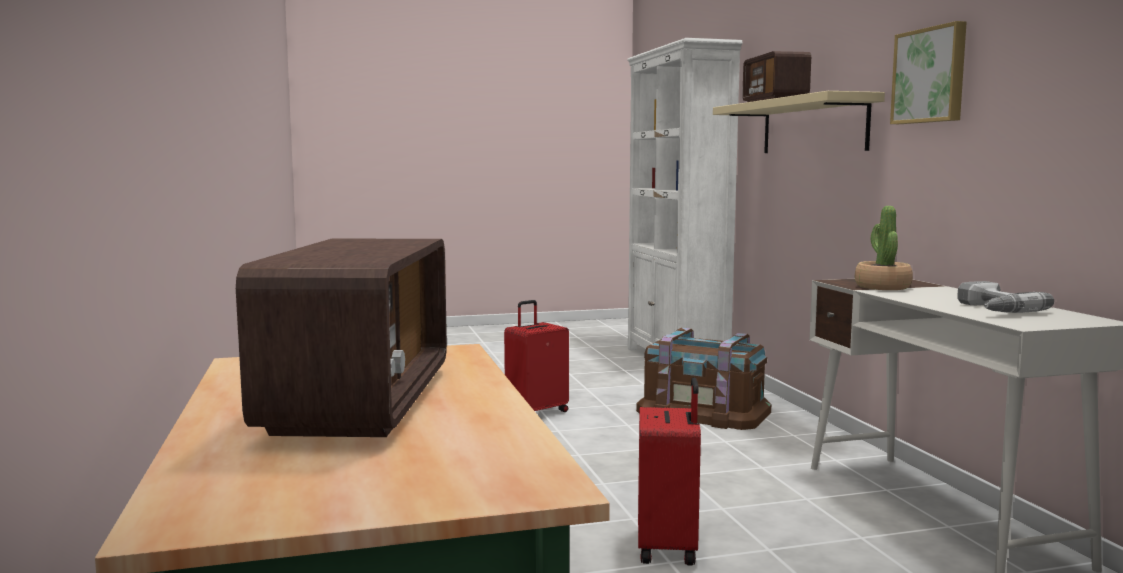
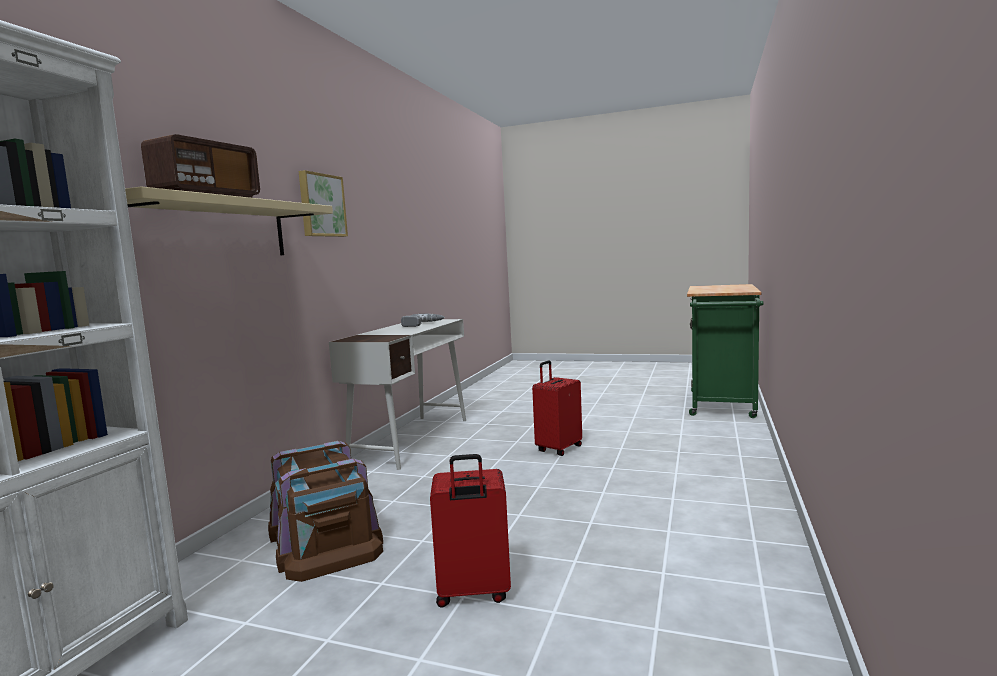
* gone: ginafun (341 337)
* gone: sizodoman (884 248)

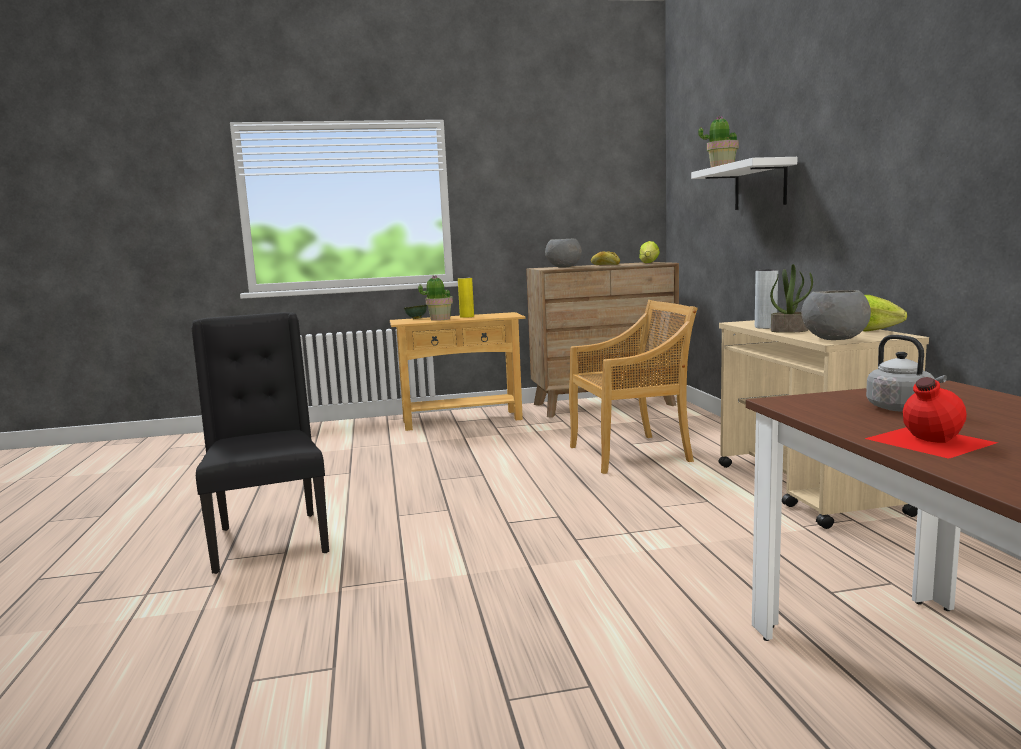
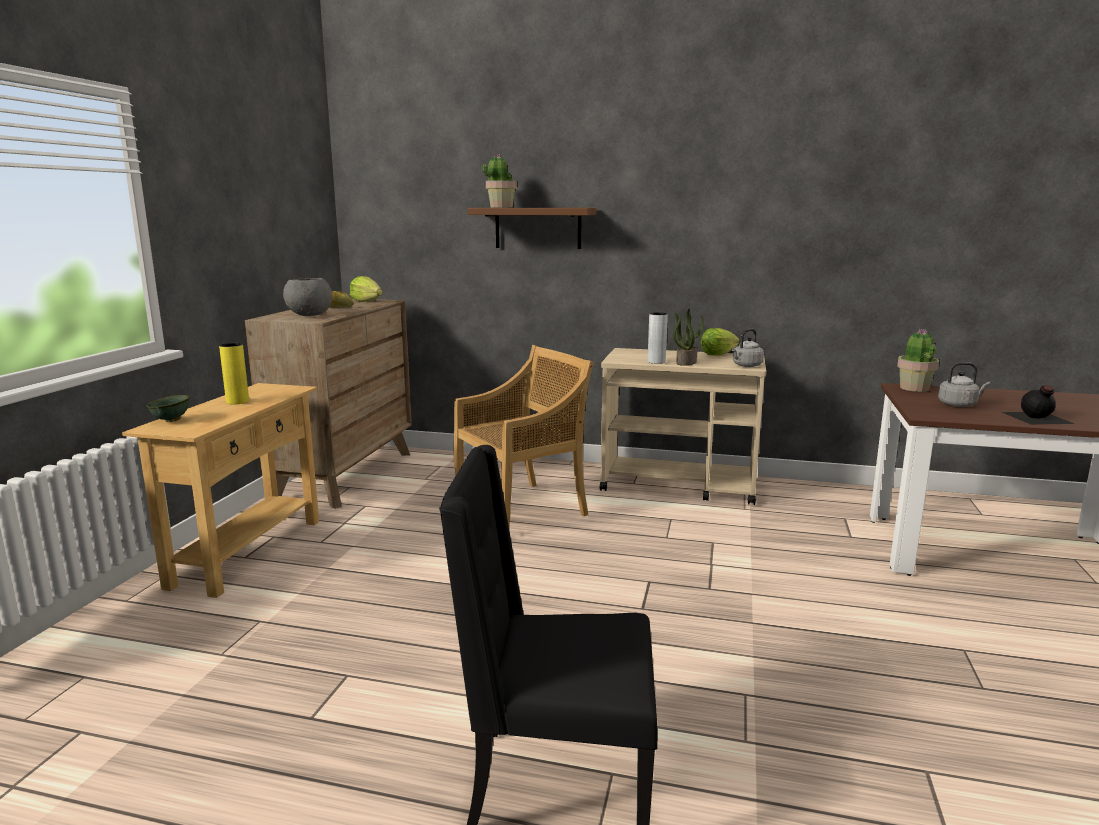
* shifted: sizodoman (435 298) to (918 360)
* swapped: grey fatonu (836 315) to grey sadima (747 348)
* repainted: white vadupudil (744 183) to brown vadupudil (531 228)
* repainted: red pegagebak (931 418) to black pegagebak (1038 405)
* rotated: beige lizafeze (633 387) = (523 435) 45 degrees clockwise

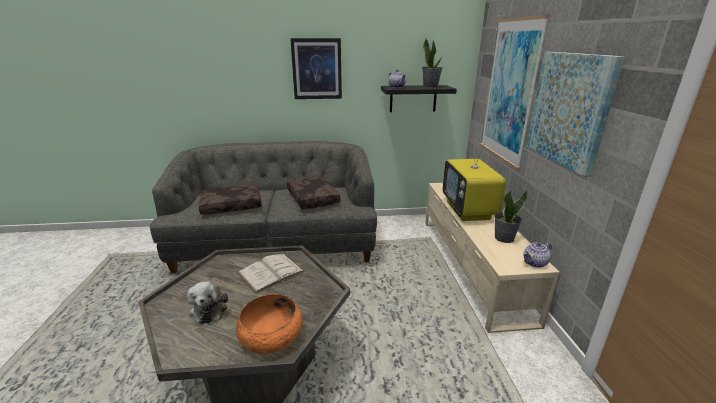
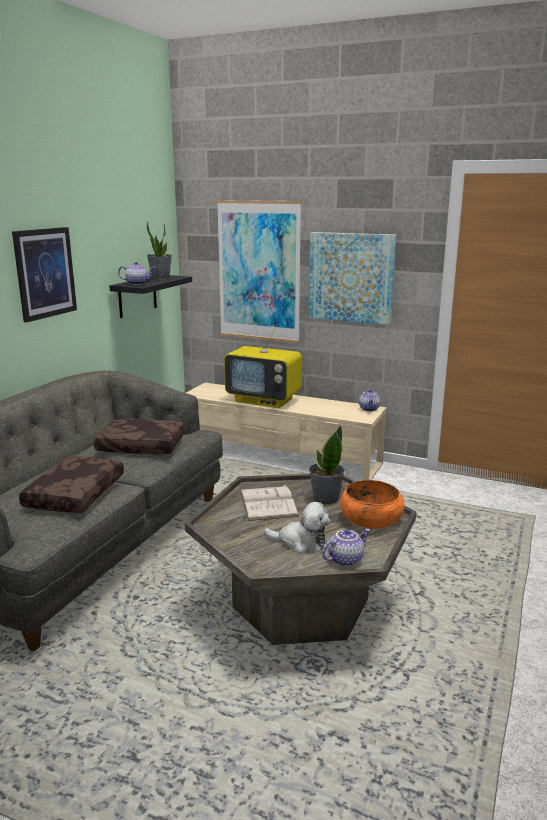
* new: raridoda (346 547)
* shifted: sizodoman (511 216) to (327 464)

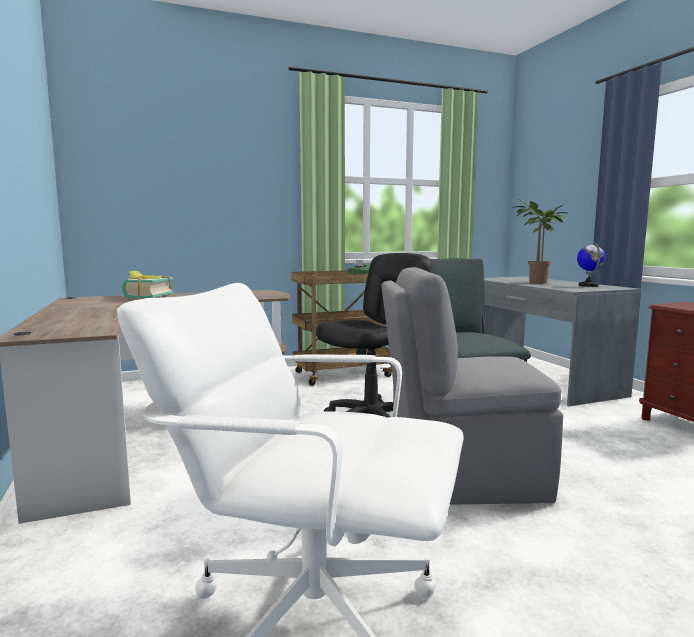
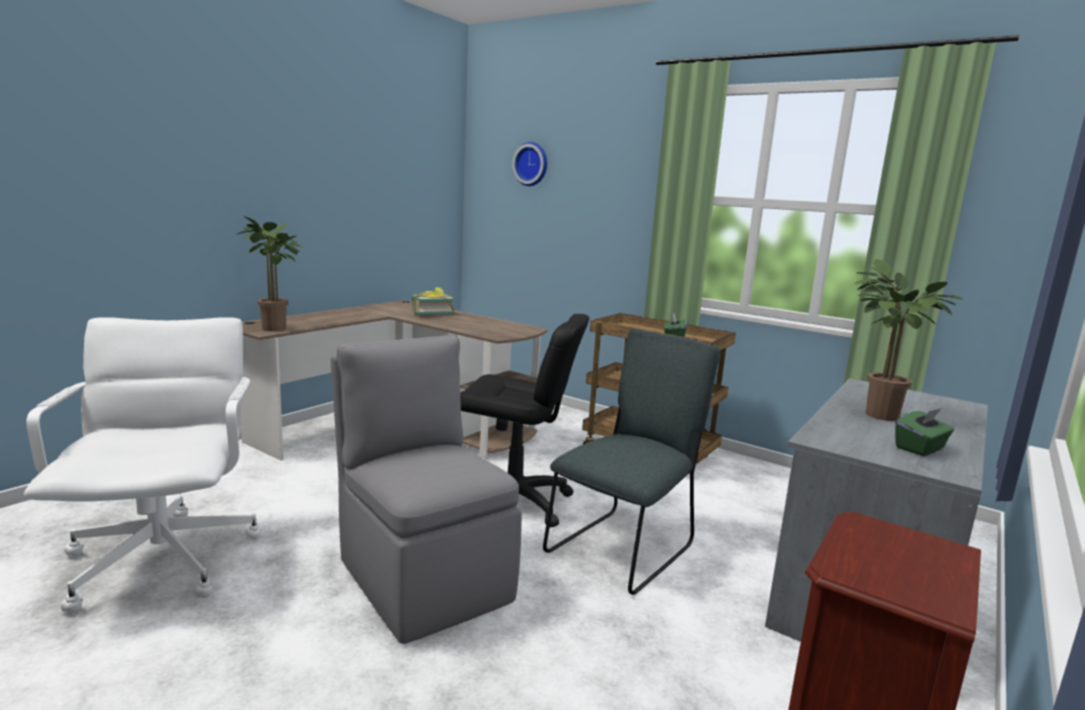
* new: sizodoman (270 273)
* new: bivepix (529 164)
* swapped: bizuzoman (591 264) to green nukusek (924 432)

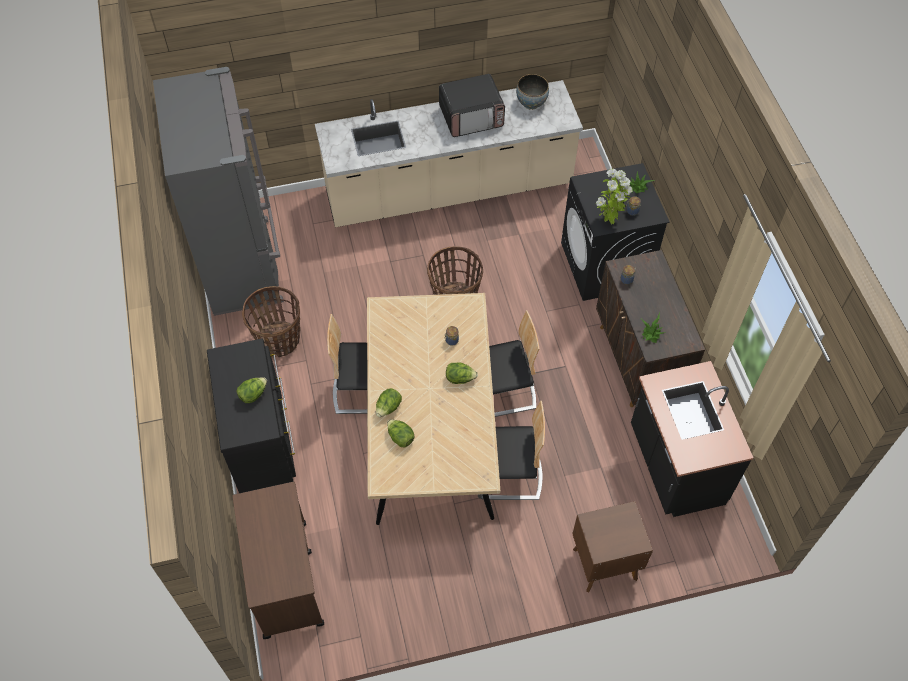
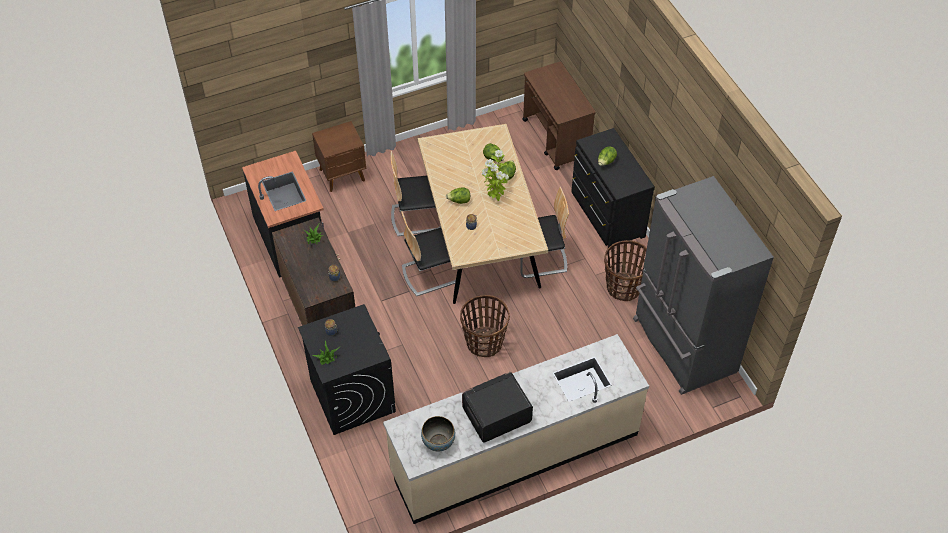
* shifted: sizodoman (614 196) to (495 175)

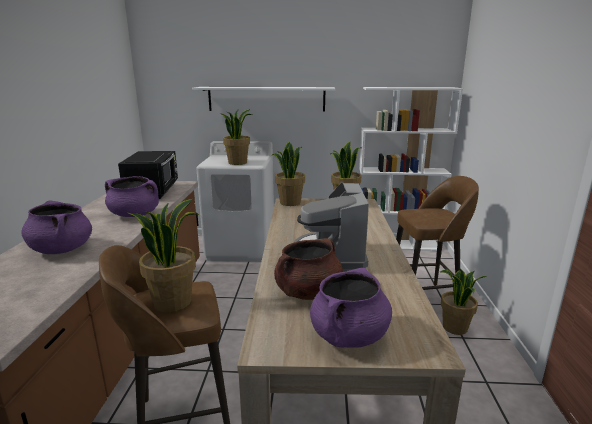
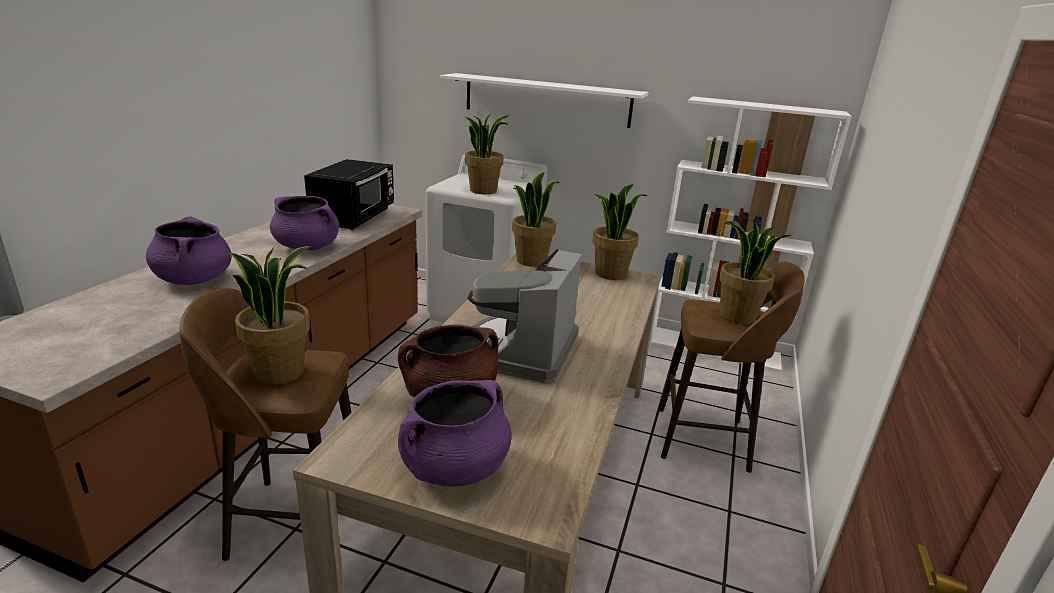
* shifted: sizodoman (463 302) to (755 271)

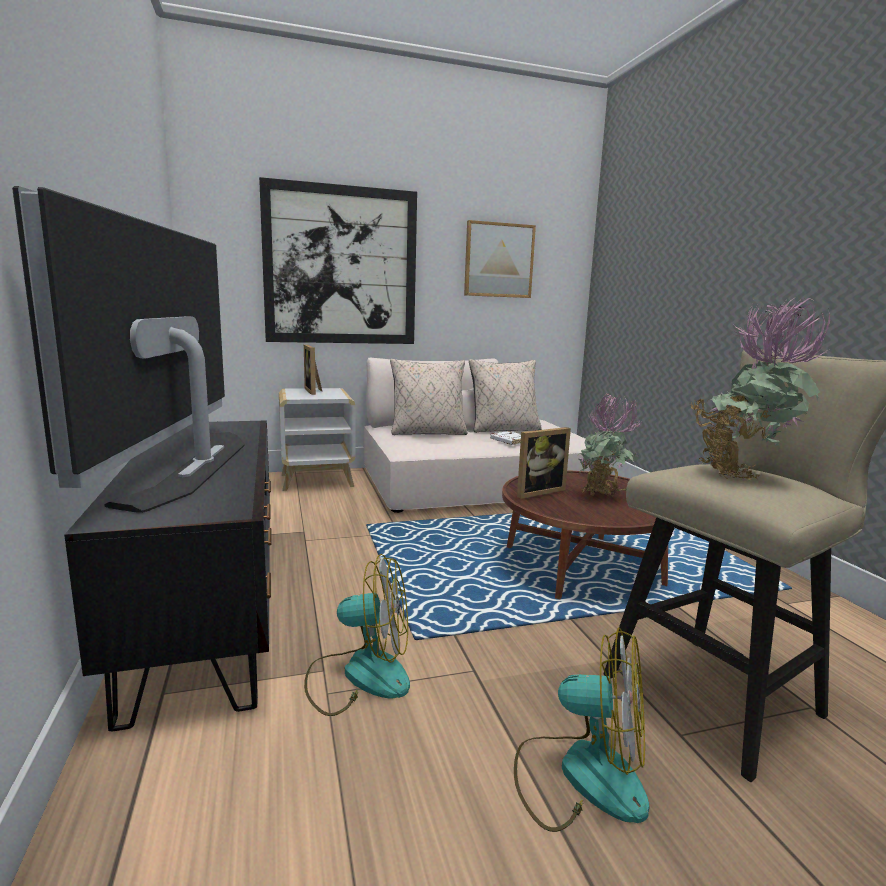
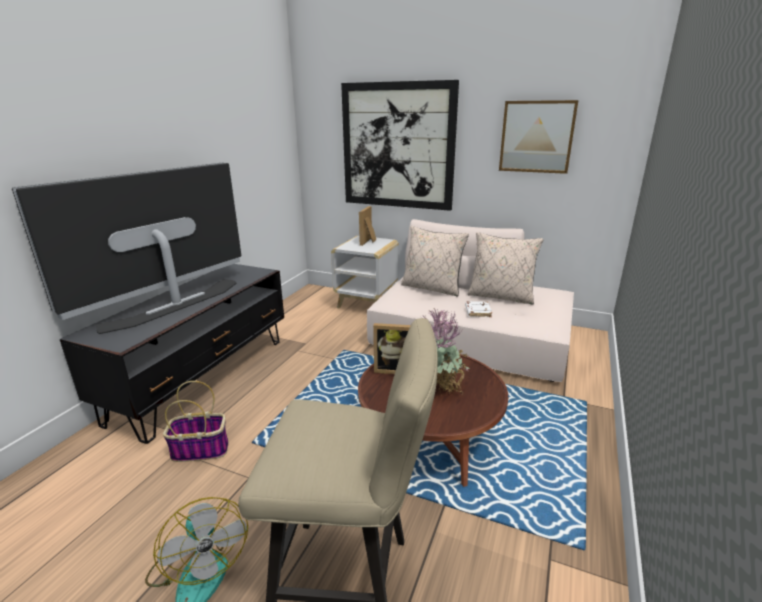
* gone: sizodoman (760 388)
* swapped: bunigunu (357 635) to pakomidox (195 421)

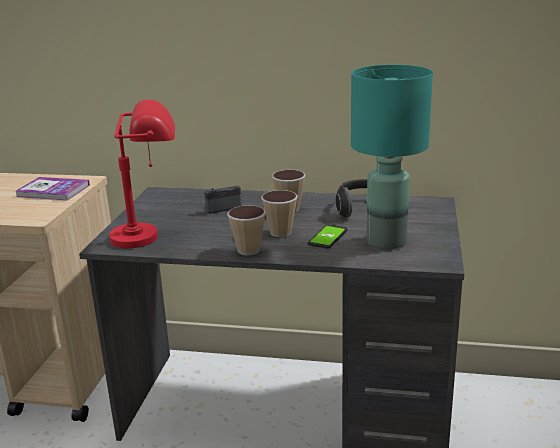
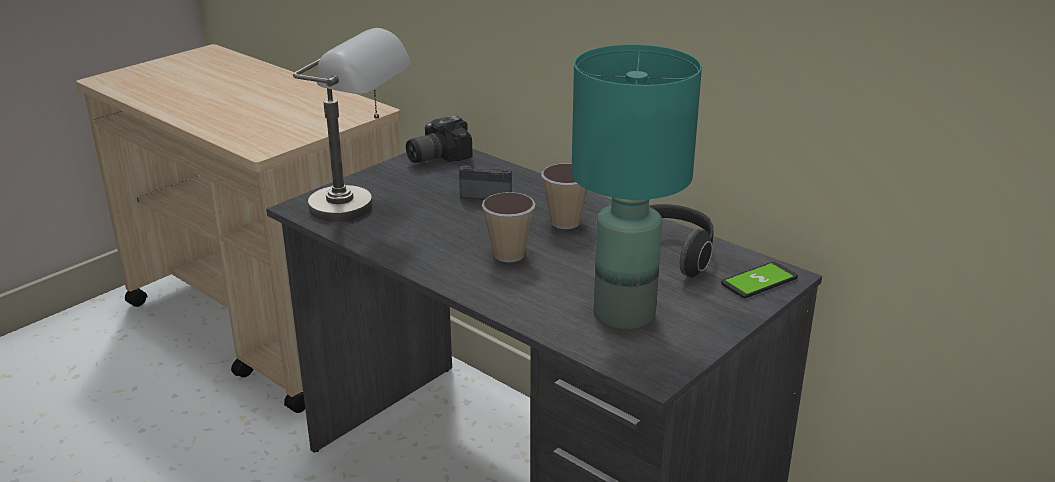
* gone: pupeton (52 189)
* gone: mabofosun (246 230)
* new: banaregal (439 139)
* shifted: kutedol (328 237) to (759 280)
* repainted: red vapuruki (142 173) to grey vapuruki (352 124)

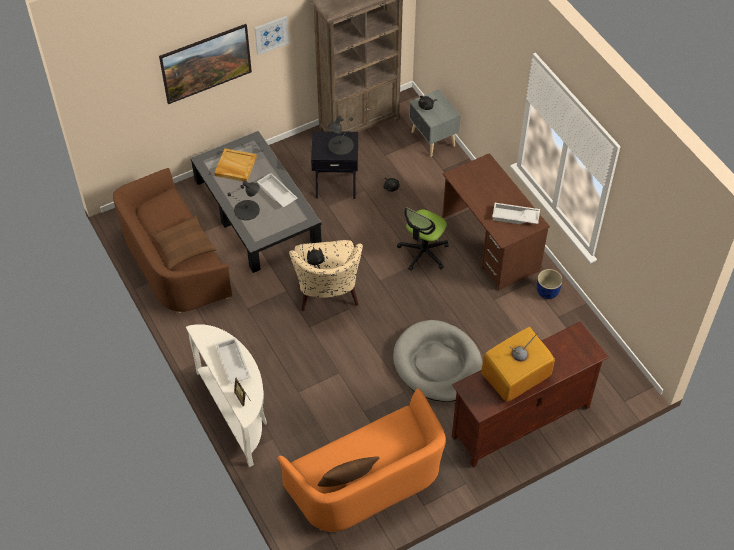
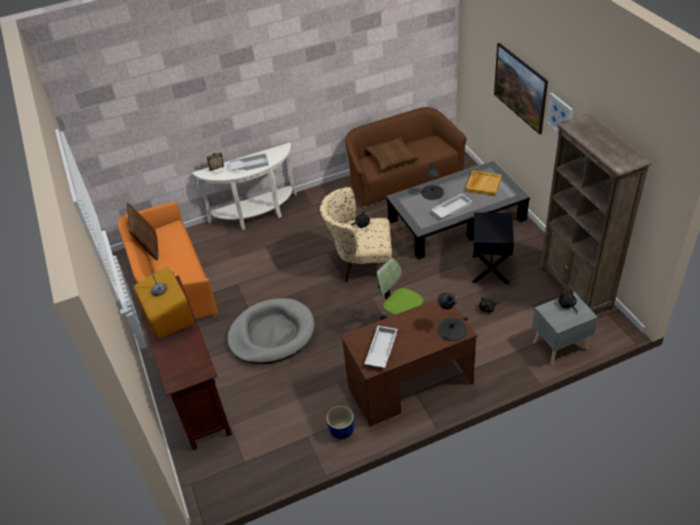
* shifted: black vapuruki (340 135) to (453 317)

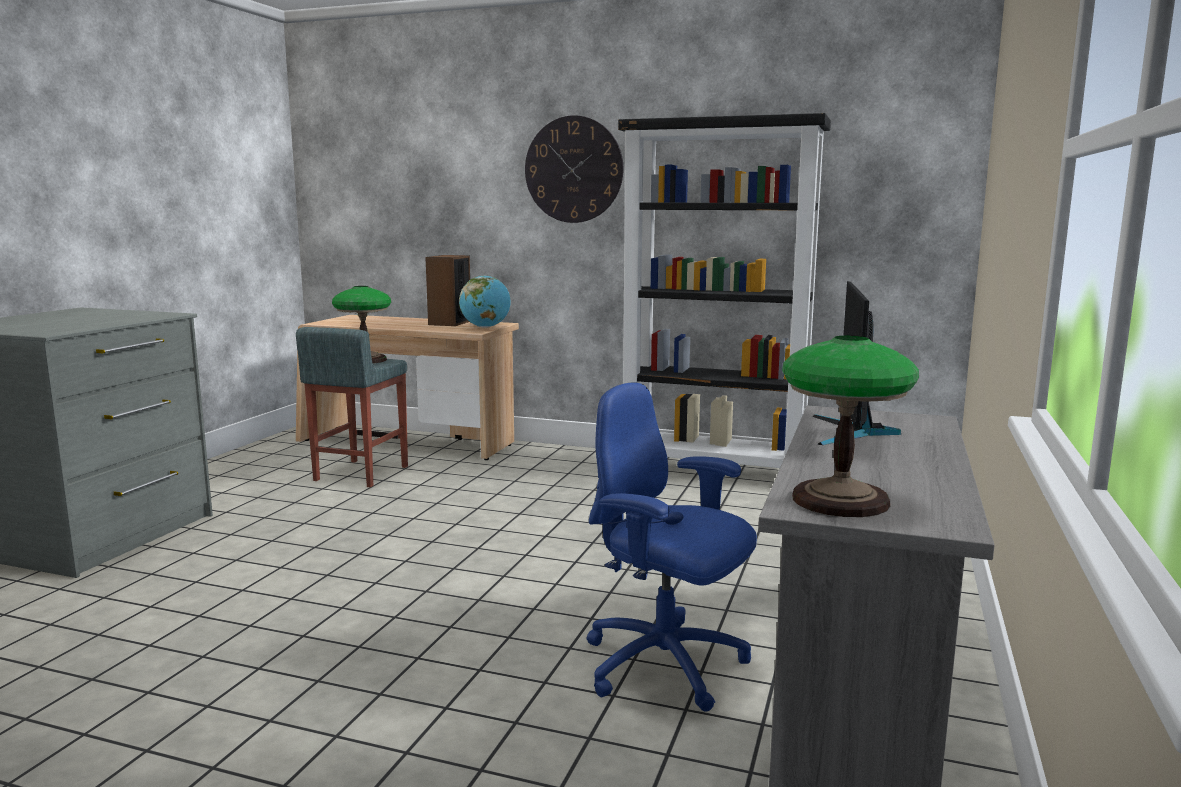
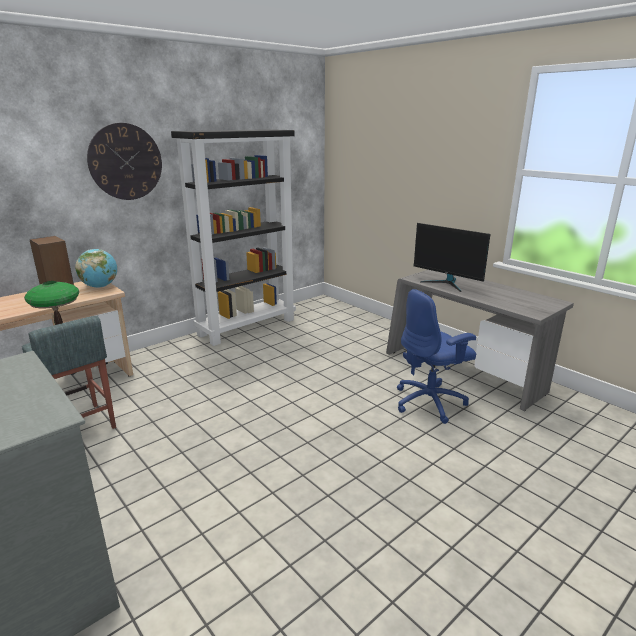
* gone: vapuruki (850 426)

